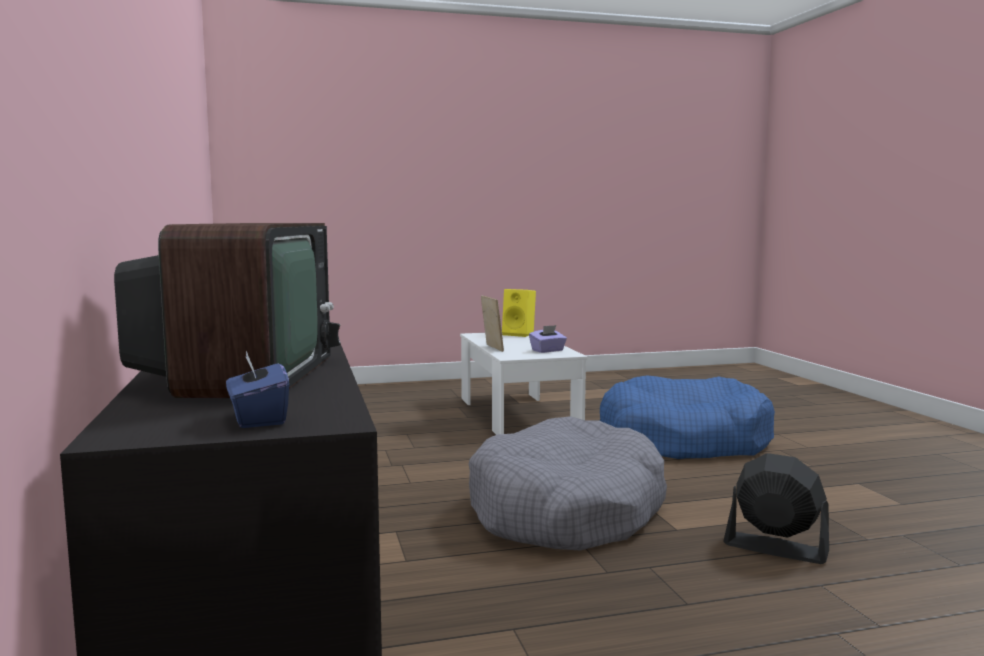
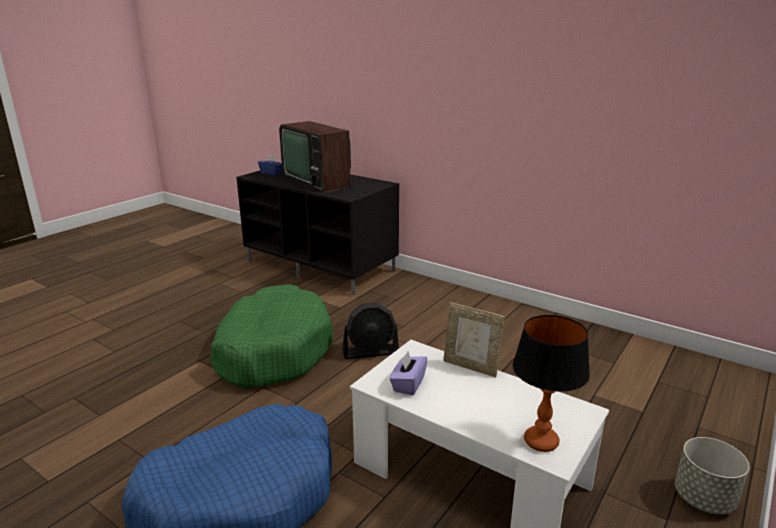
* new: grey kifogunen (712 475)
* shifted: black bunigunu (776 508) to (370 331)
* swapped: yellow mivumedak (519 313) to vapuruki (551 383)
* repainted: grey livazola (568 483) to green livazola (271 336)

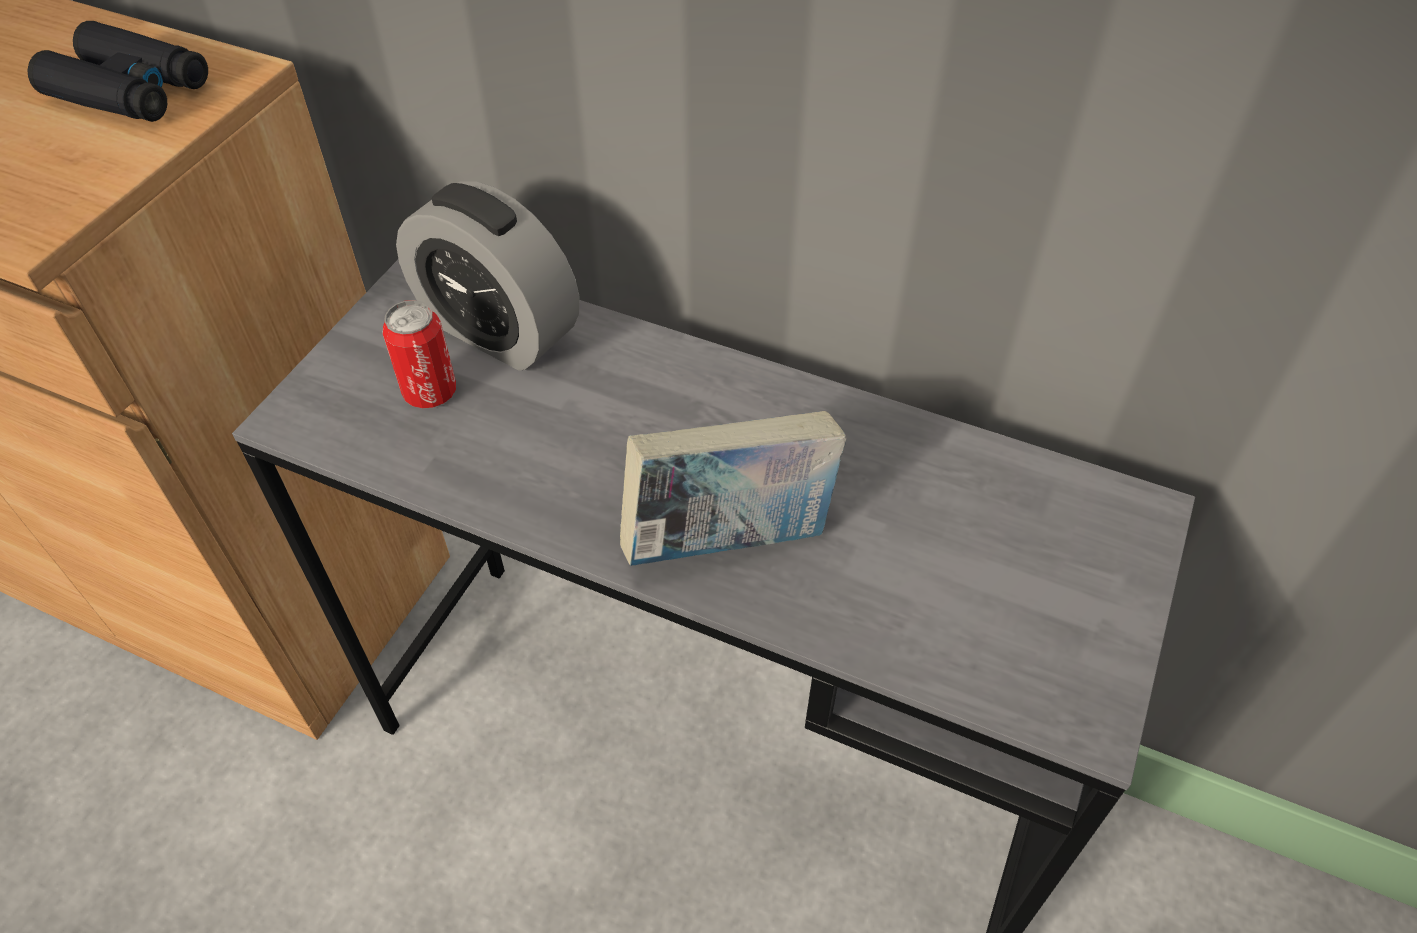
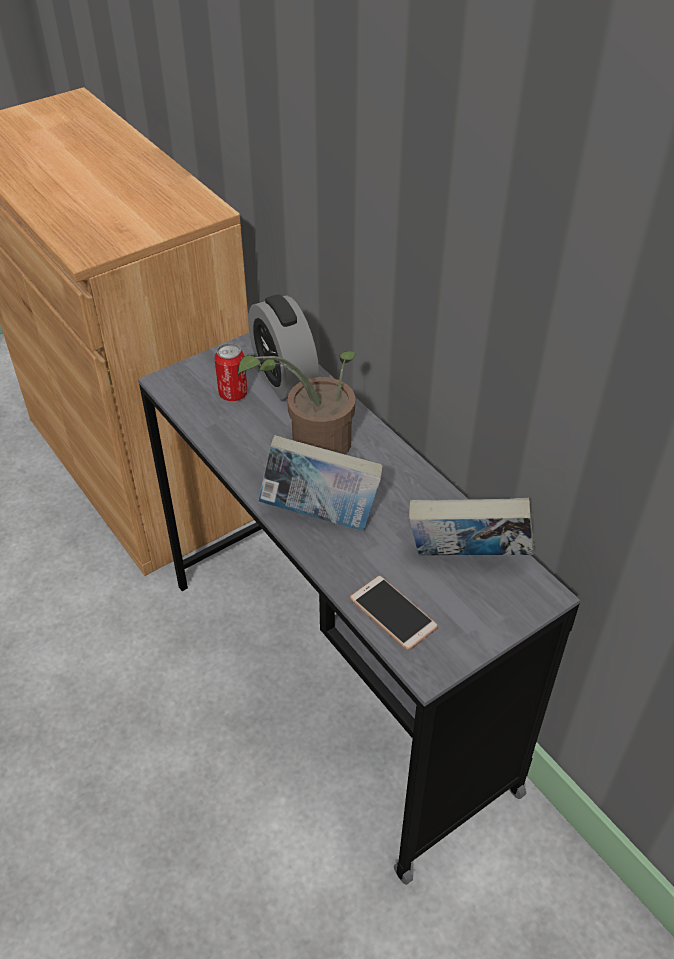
* gone: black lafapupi (118 71)
* new: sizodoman (296 403)
* new: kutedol (394 612)
* new: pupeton (471 527)

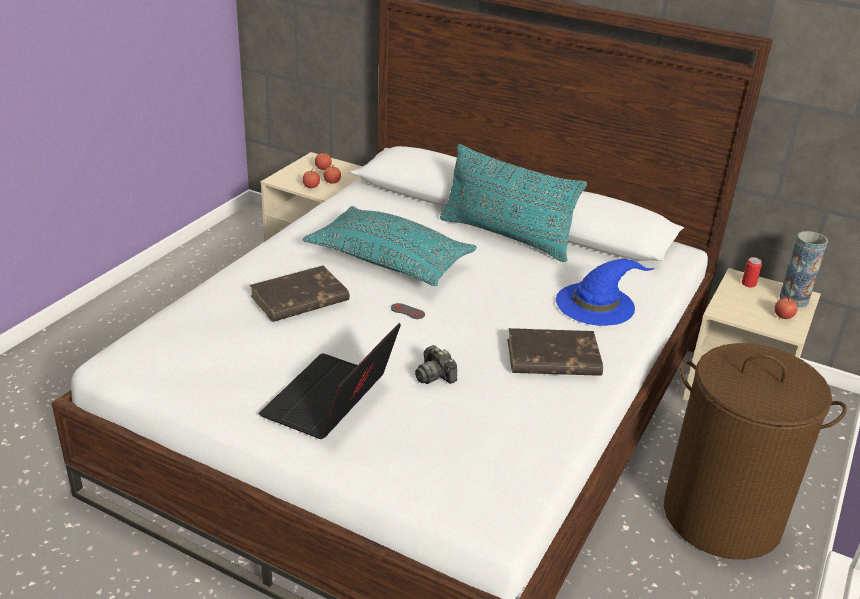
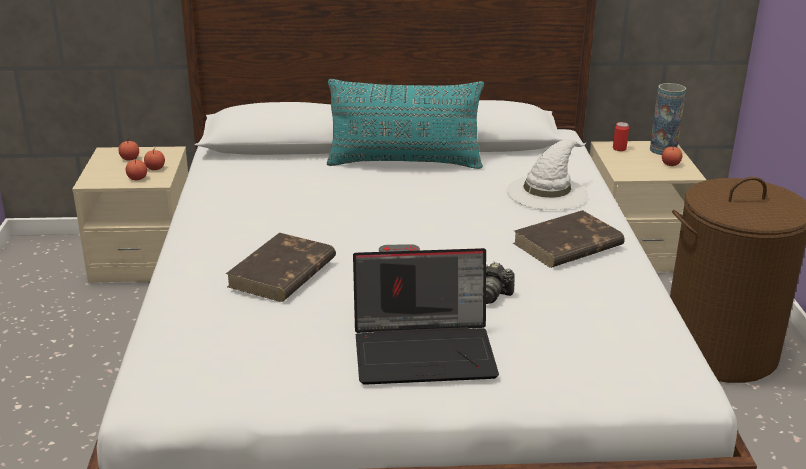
* gone: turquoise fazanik (390 246)
* repainted: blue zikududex (605 292) to white zikududex (547 174)
* rotated: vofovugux (330 381) = (426 316) 90 degrees counterclockwise

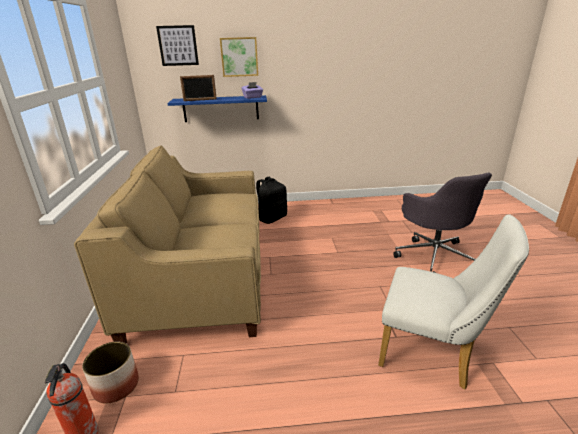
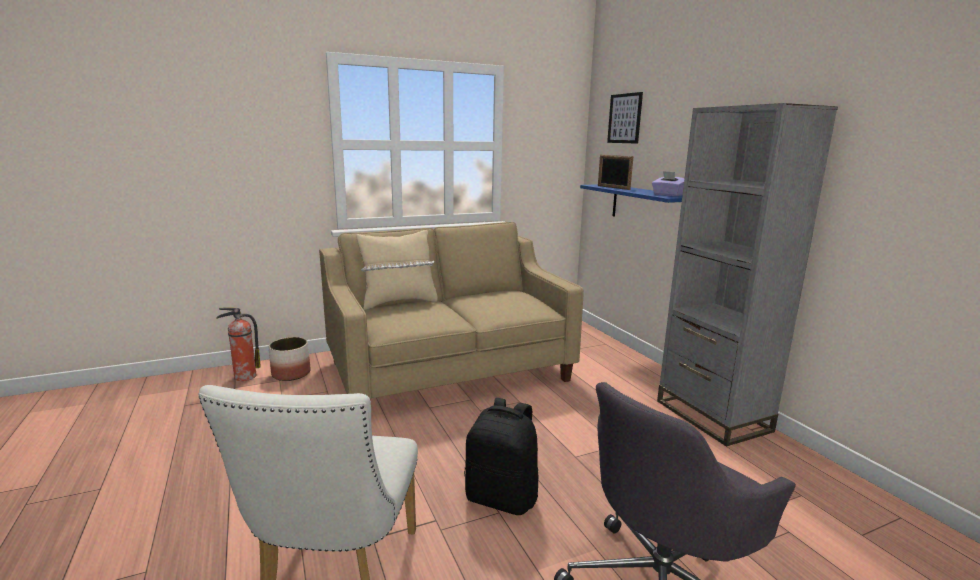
* gone: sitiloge (239 57)
* new: beige fazanik (397 270)
* new: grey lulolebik (747 275)
* shifted: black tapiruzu (271 200) to (501 456)

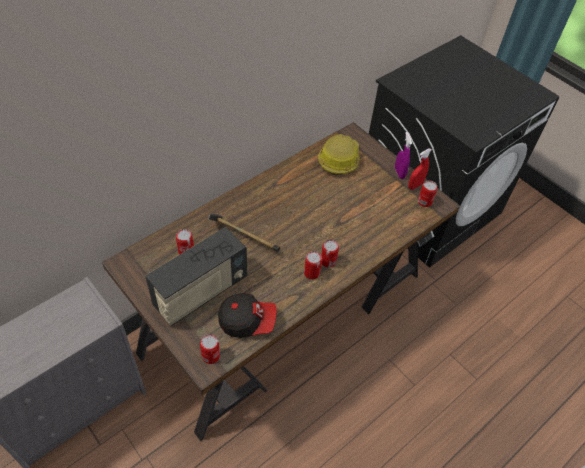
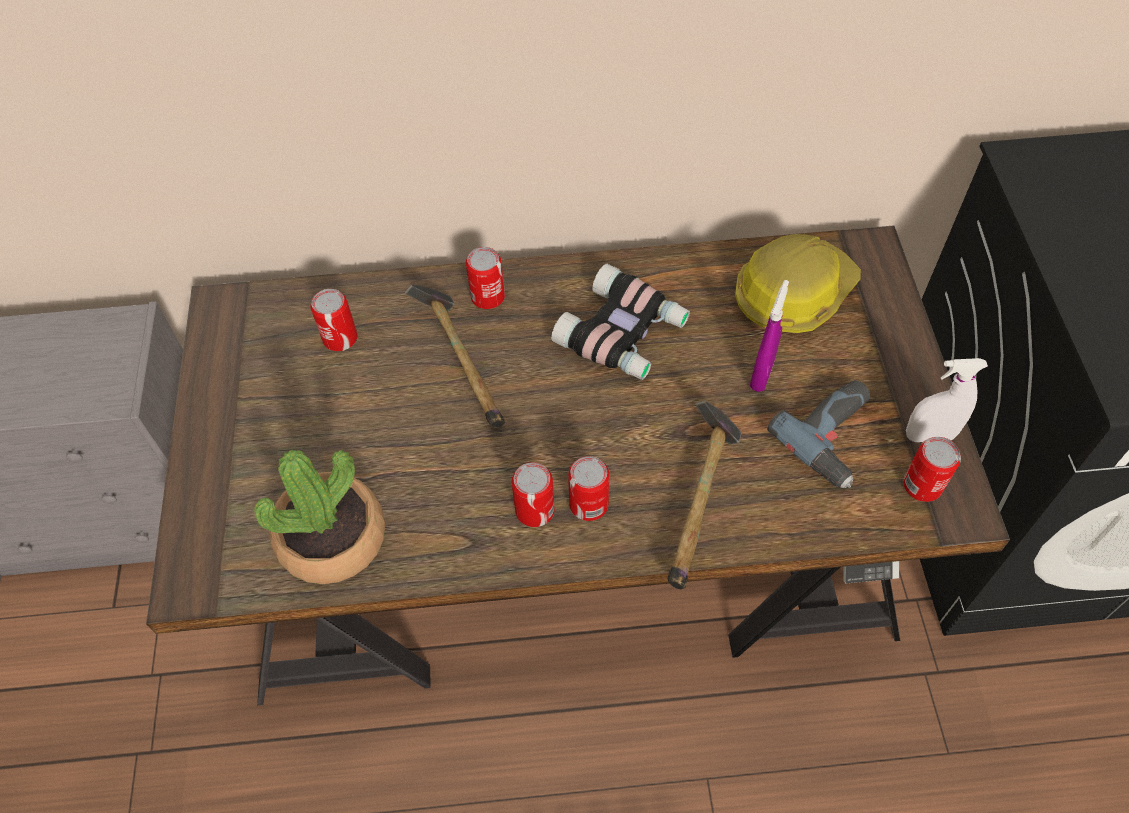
* gone: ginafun (196 276)
* new: lafapupi (620 322)
* new: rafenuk (704 495)
* new: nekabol (818 434)
* shifted: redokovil (210 349) to (485 278)
* shifted: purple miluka (403 155) to (769 336)
* swapped: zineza (247 315) to sizodoman (319 517)
* repainted: red miluka (419 169) to white miluka (947 400)

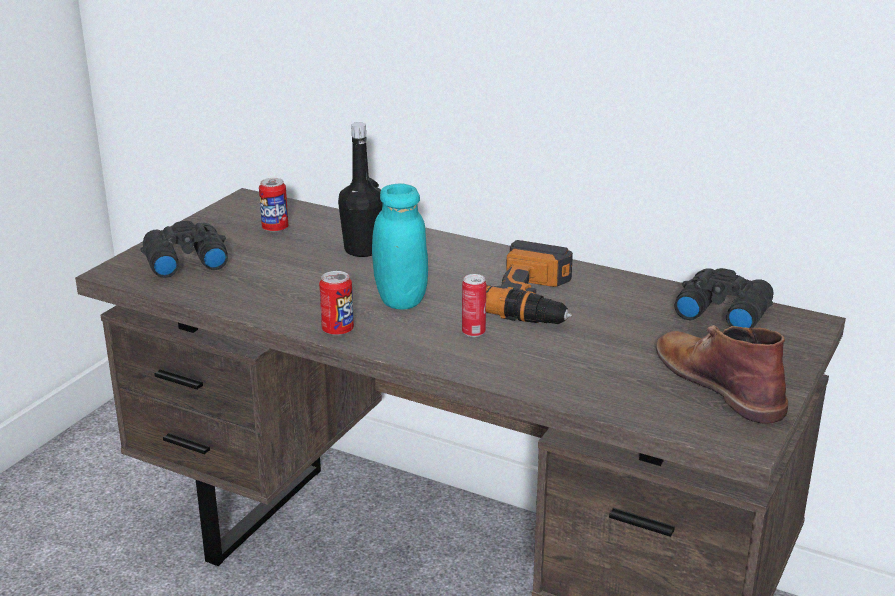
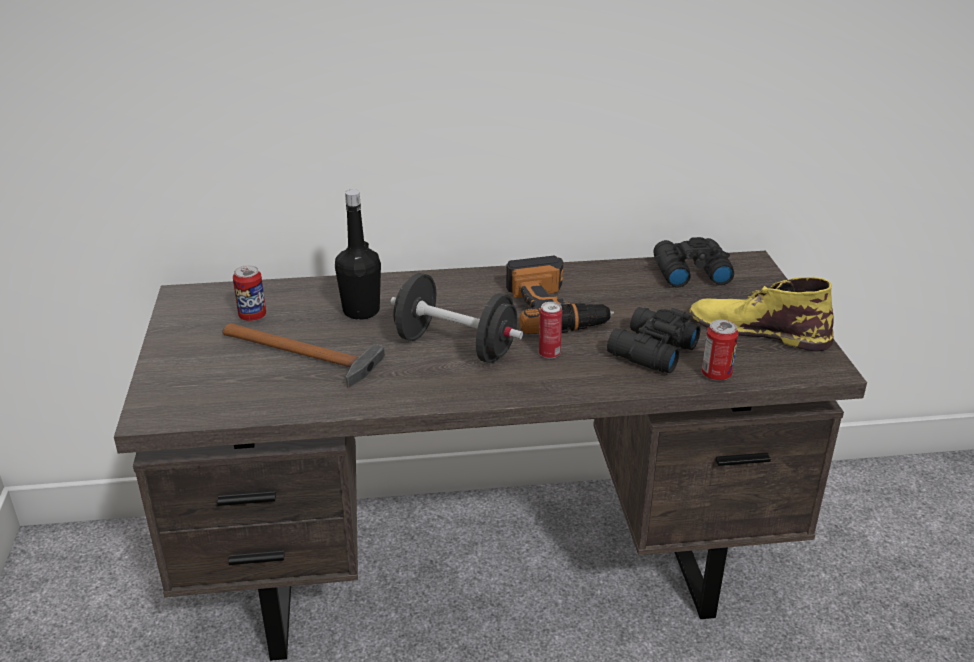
* new: rafenuk (303 356)
* shifted: black lafapupi (184 249) to (653 340)
* shifted: redokovil (336 303) to (720 350)
* swapped: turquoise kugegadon (400 247) to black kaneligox (456 318)
* repainted: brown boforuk (722 374) to yellow boforuk (761 314)

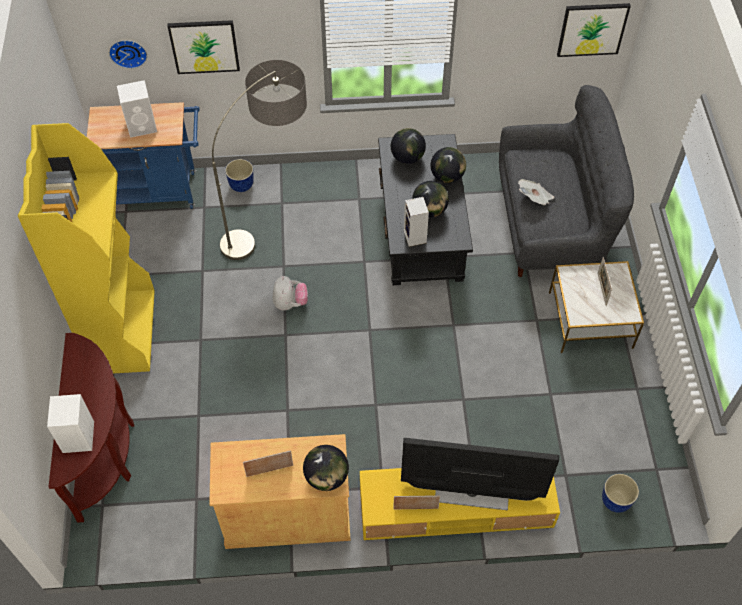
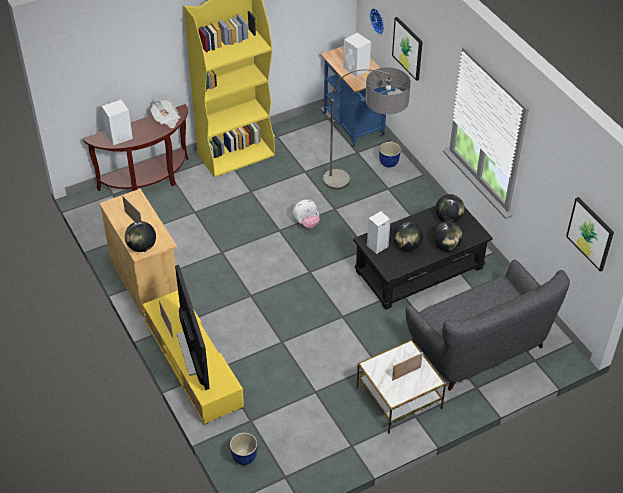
* shifted: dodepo (536 192) to (165 114)

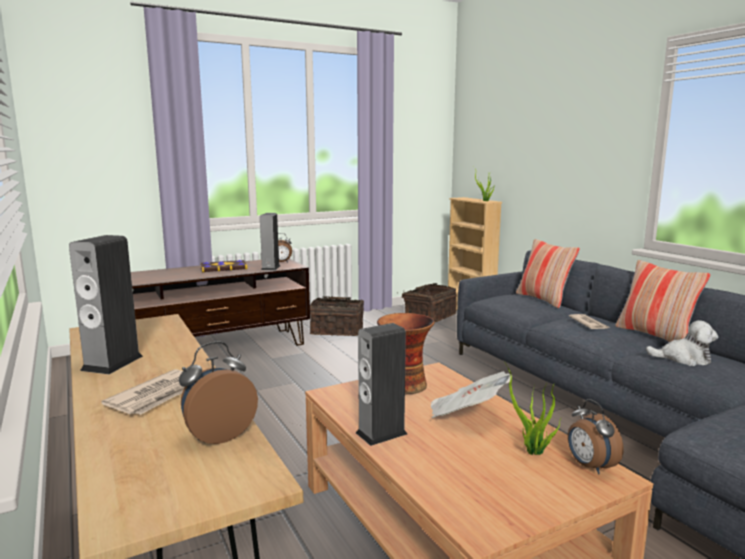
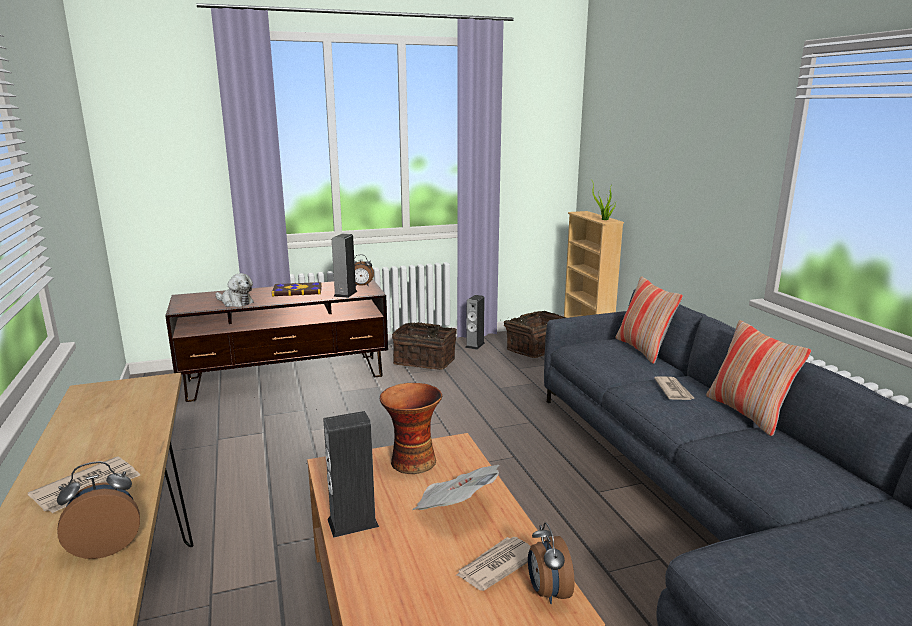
* shifted: mivumedak (106 304) to (475 322)
* shifted: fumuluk (682 343) to (234 290)
* swapped: sizodoman (532 408) to dodepo (493 564)

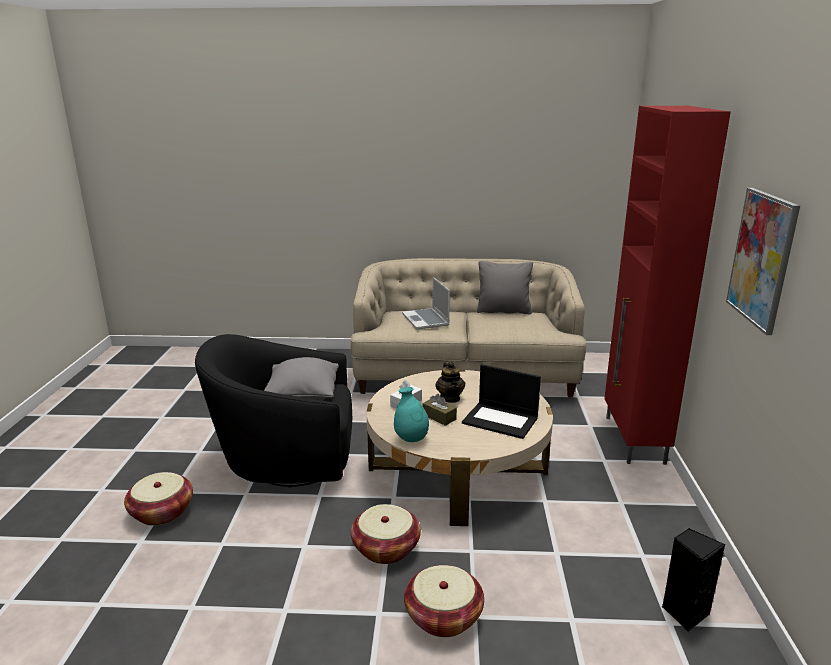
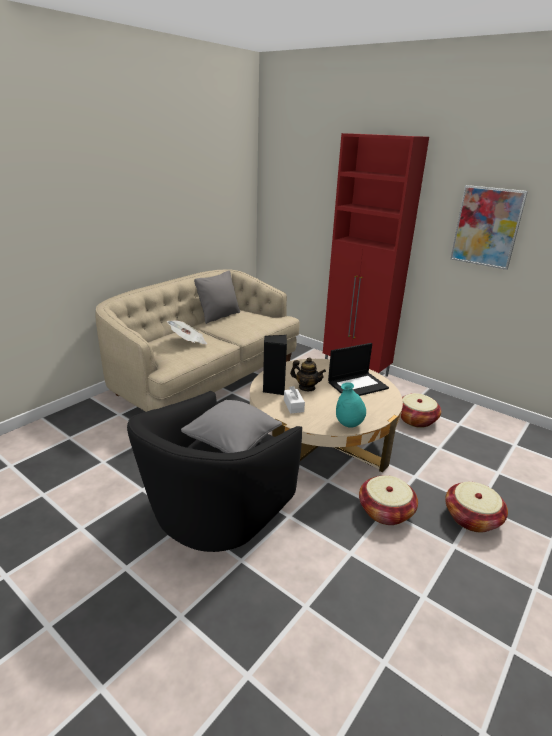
* gone: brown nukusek (439 410)
* shifted: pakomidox (158 499) to (421 410)
* shifted: black mivumedak (693 580) to (275 365)
* swapped: vofovugux (426 303) to dodepo (187 332)

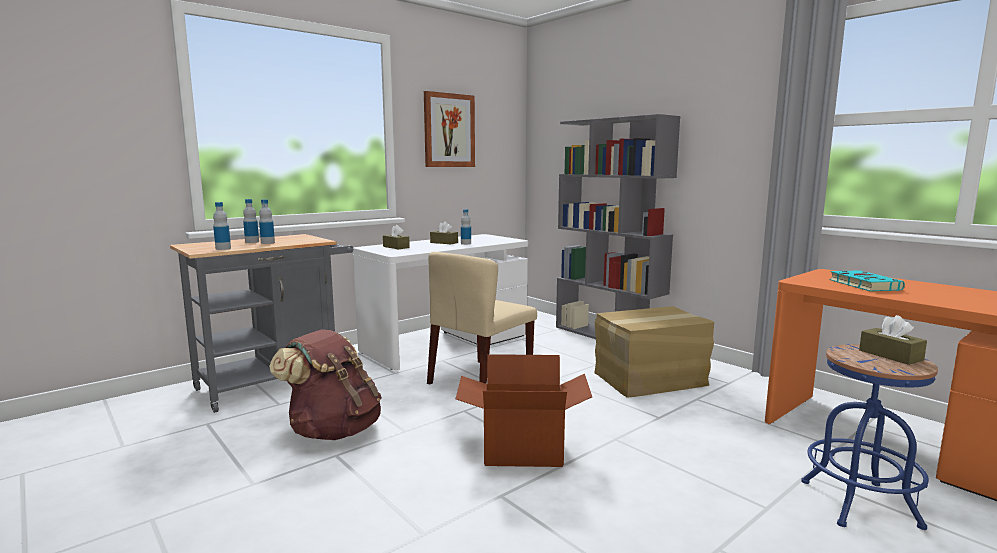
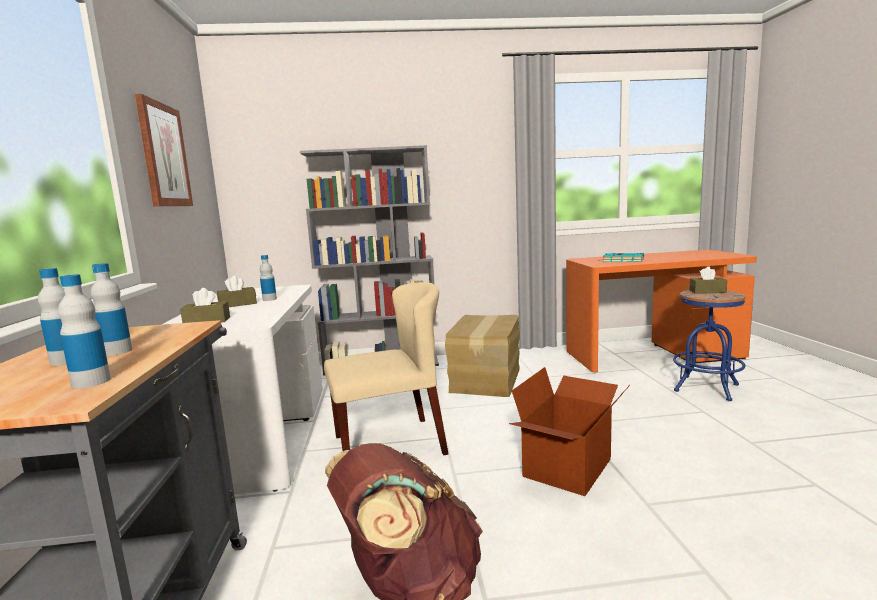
* rotated: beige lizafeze (482 318) = (386 368) 90 degrees counterclockwise

